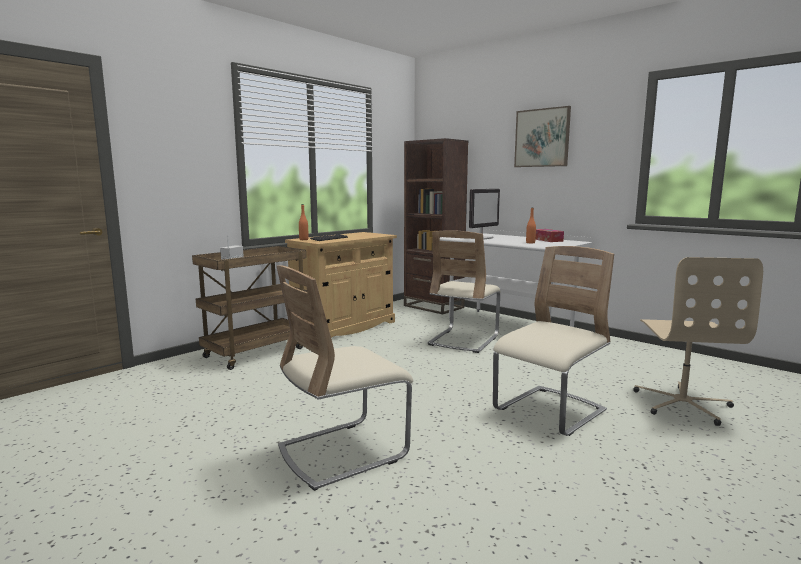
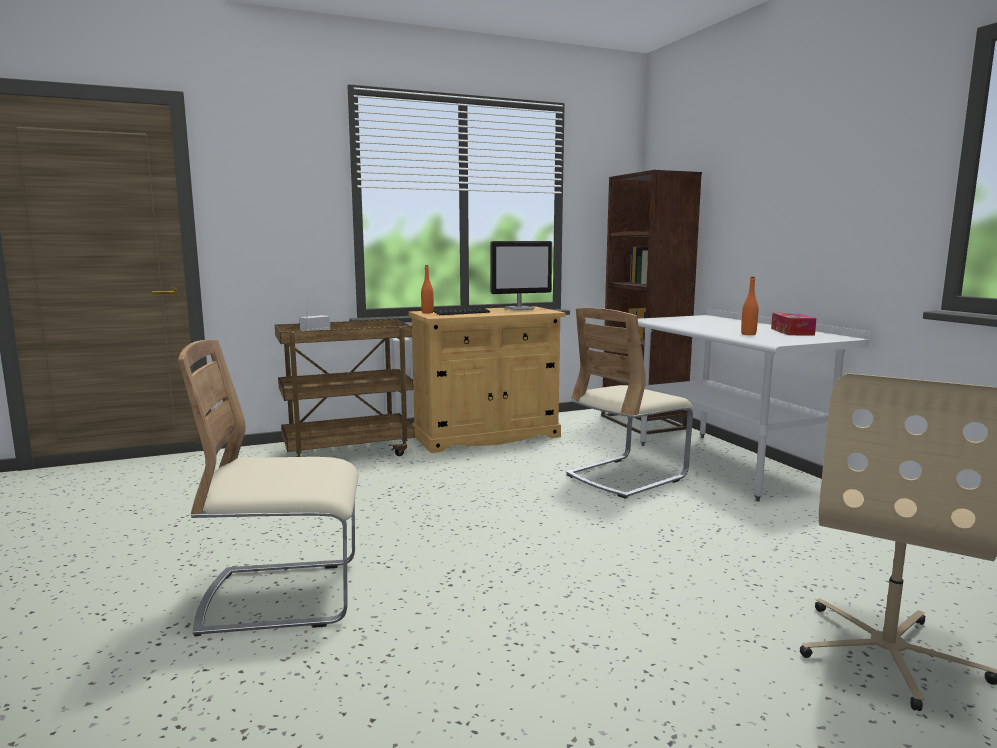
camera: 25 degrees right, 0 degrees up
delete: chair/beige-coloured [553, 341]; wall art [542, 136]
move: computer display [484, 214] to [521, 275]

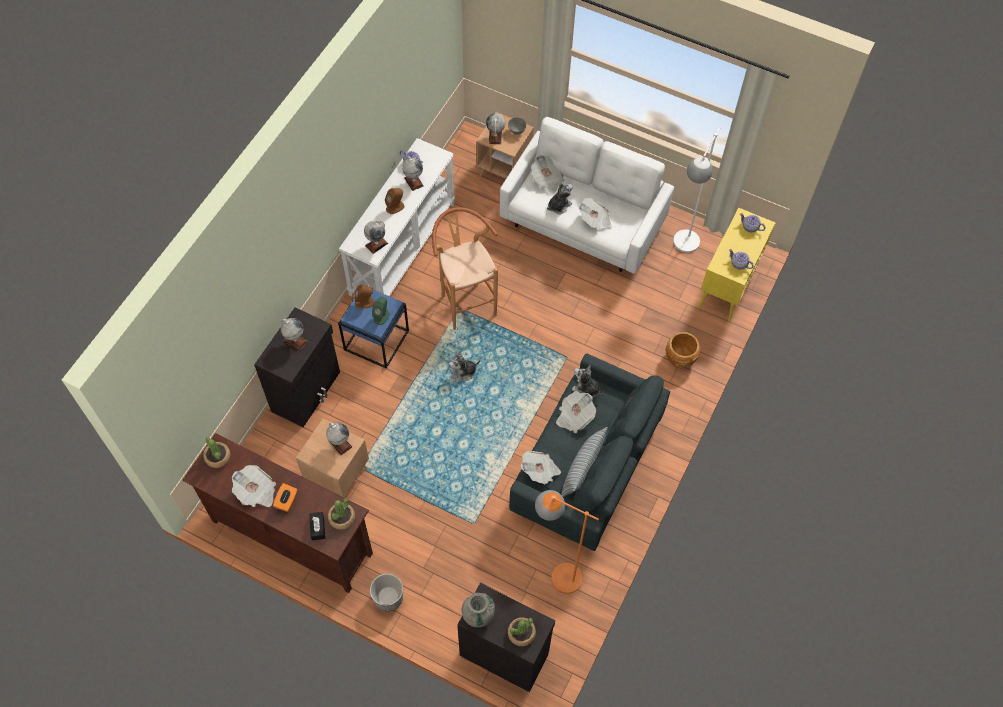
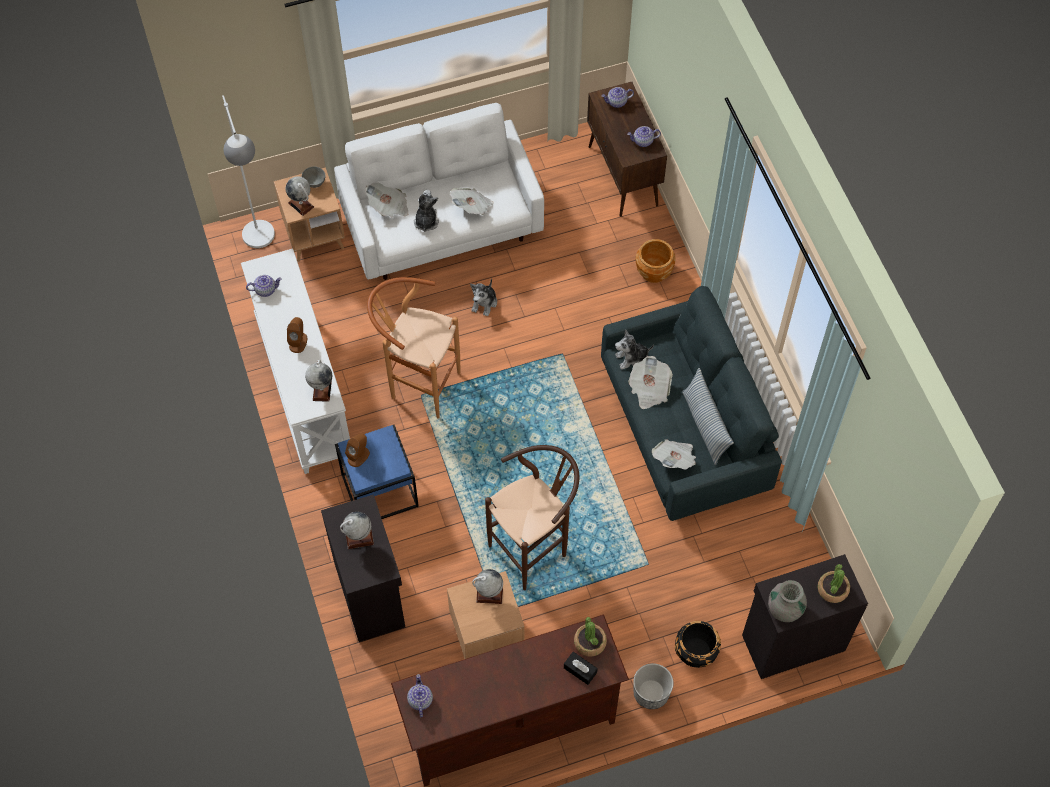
camera: 45 degrees left, 0 degrees up
delete: printed paper [254, 486]; box of tissues/orangey [285, 497]; loudspeaker/green [380, 311]; world globe [413, 173]; floor lamp/orangey [567, 542]
insert: stool seat/brown-coloured [532, 517]; plant pot/blackish [698, 644]
move: cuddly toy [464, 366] to [483, 297]; floor lamp/whitish [696, 190] to [248, 171]
replace: plant in a pot [216, 452] to teapot [420, 695]
recolor: storage cabinet/yellow-coloured [736, 265] to storage cabinet/brown-coloured [627, 149]

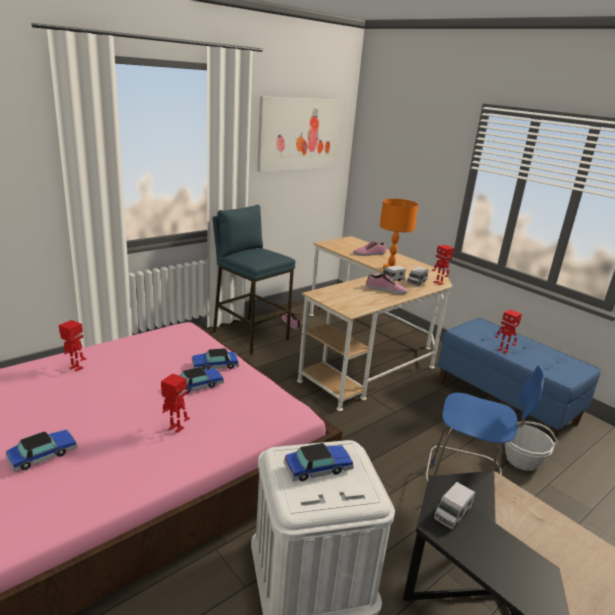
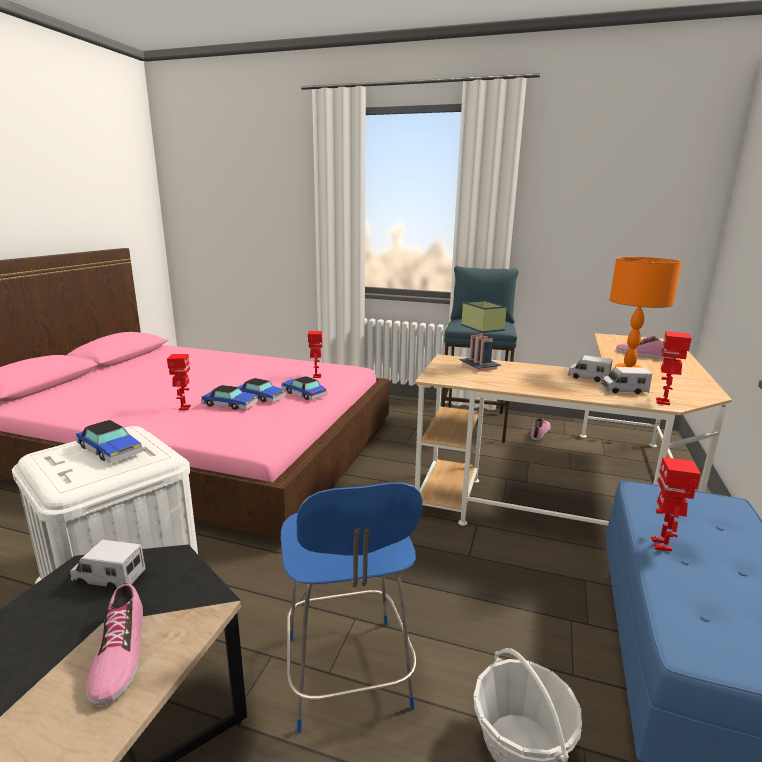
camera: 60 degrees right, 5 degrees down
delete: wall art [300, 134]
insert: table lamp [483, 336]
move: toy car [41, 451] to [229, 397]; robot figure [72, 345] to [315, 354]; low shoe [387, 284] to [114, 644]

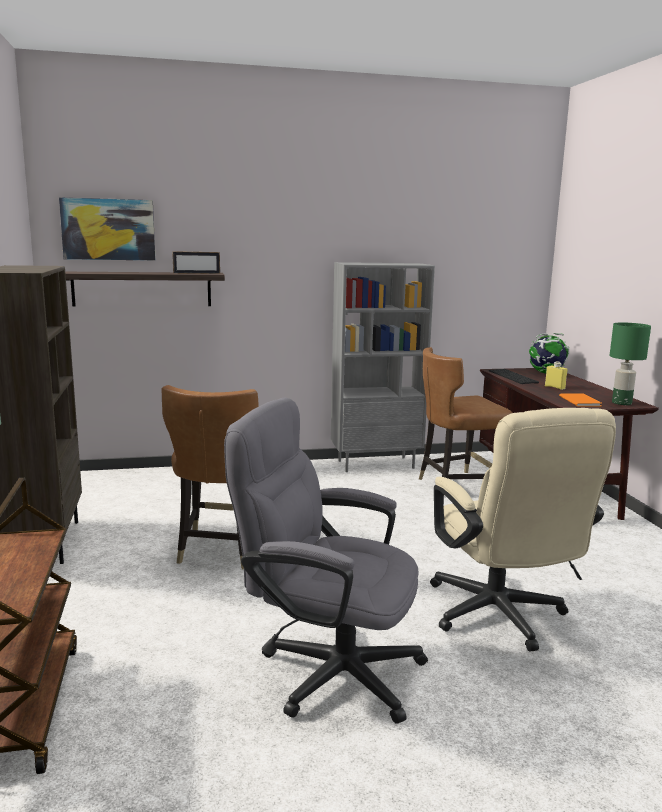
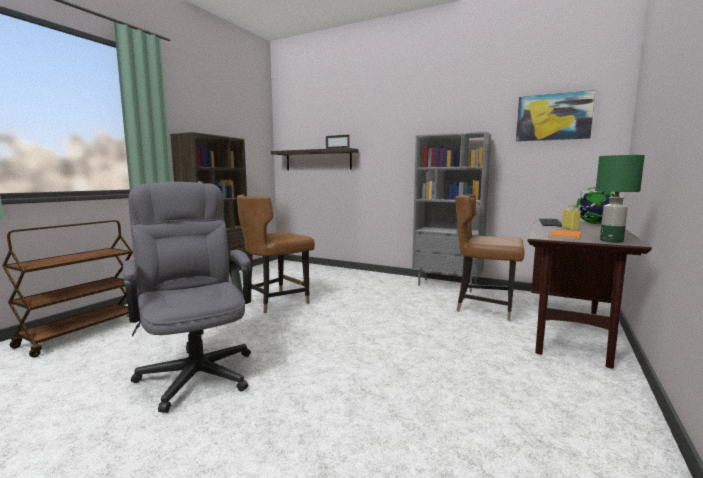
camera: 40 degrees right, 5 degrees down
delete: desk chair/beige-coloured [523, 530]
move: wall art [107, 228] to [555, 116]

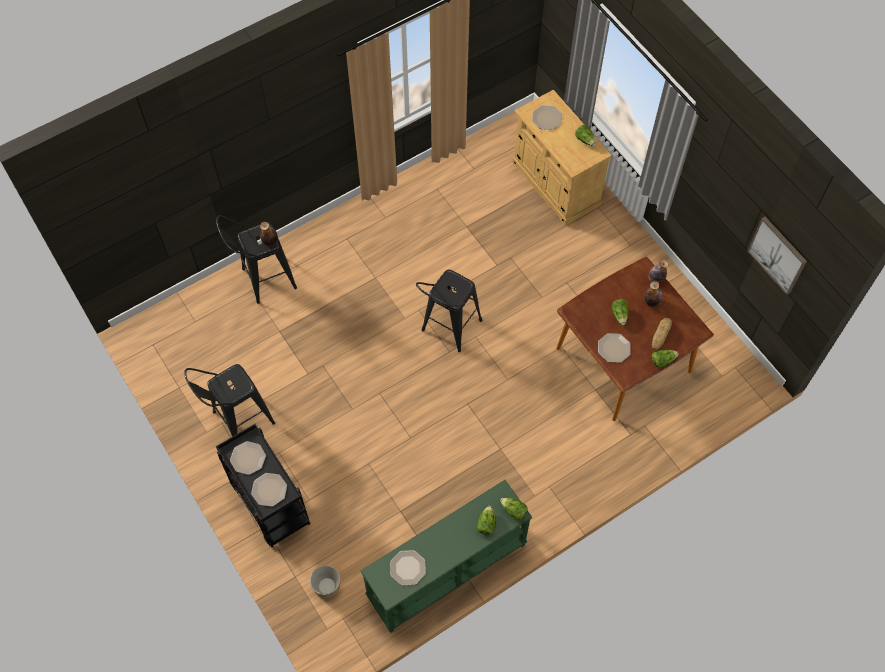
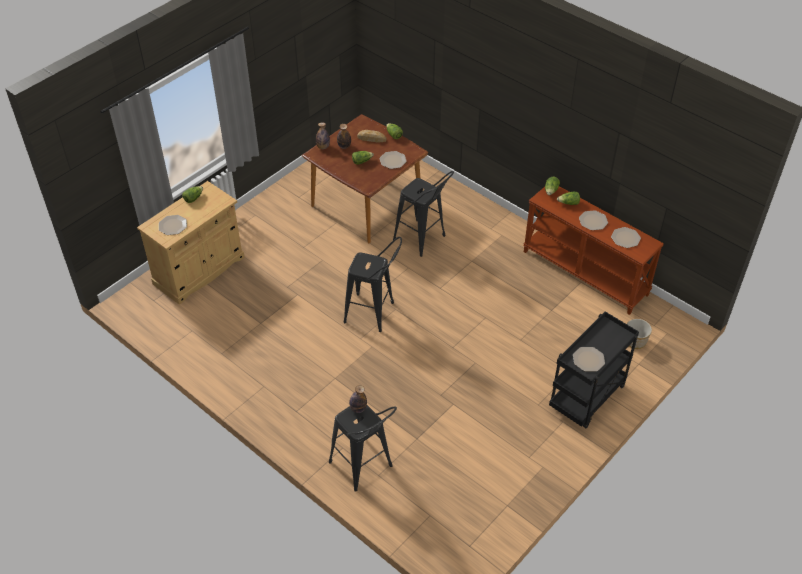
camera: 105 degrees left, 15 degrees down
delete: wall art [777, 256]
move: stool seat/blackish [229, 400] to [423, 214]; plate [269, 490] to [593, 220]
recolor: hall table/green [446, 556] to hall table/brown-coloured [593, 250]

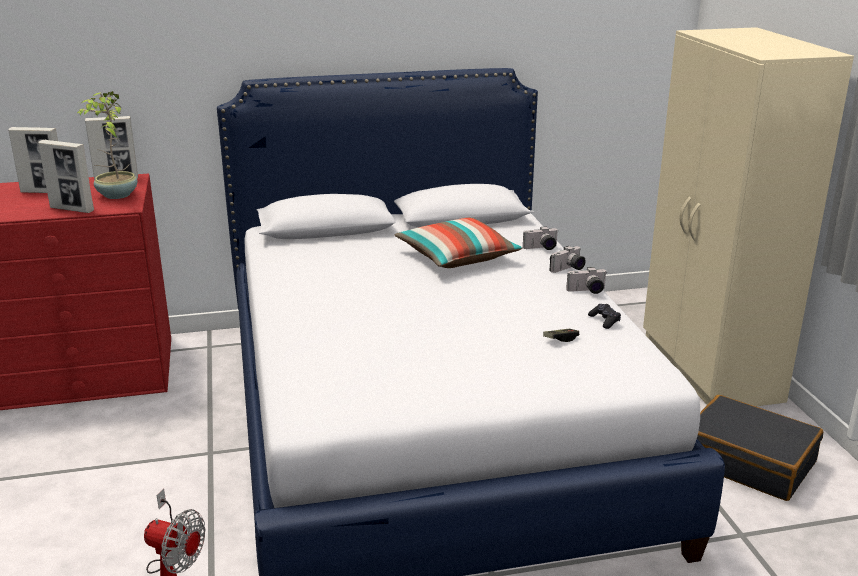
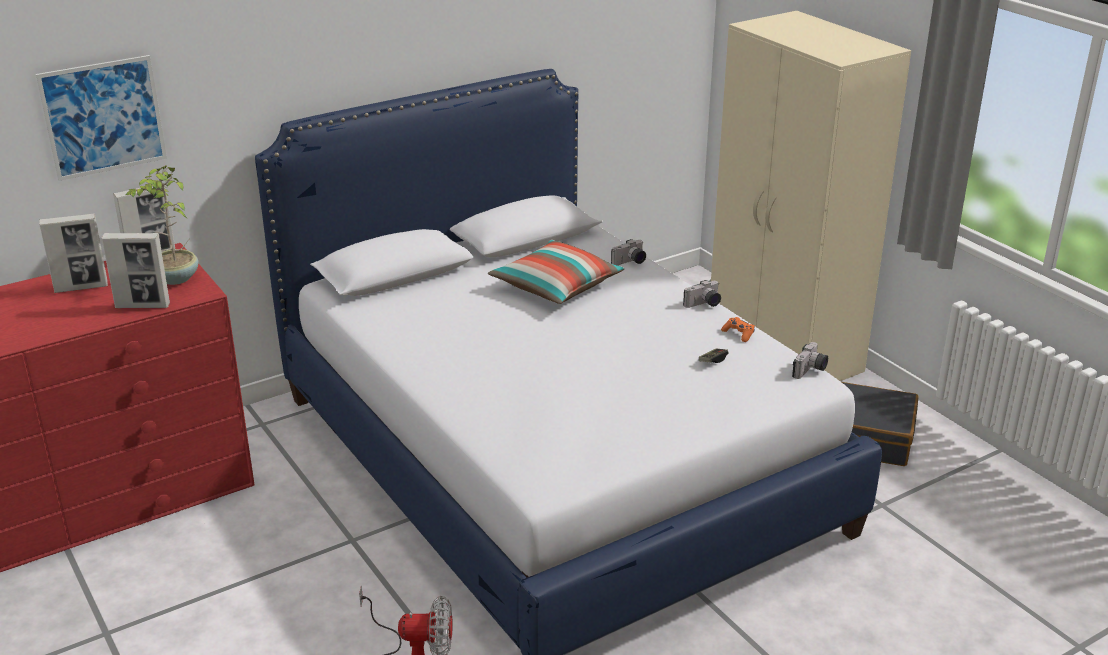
camera: 20 degrees left, 5 degrees up
insert: wall art [101, 118]
move: still camera [567, 259] to [810, 360]
recolor: gamepad/blackish [604, 316] to gamepad/orangey [738, 329]

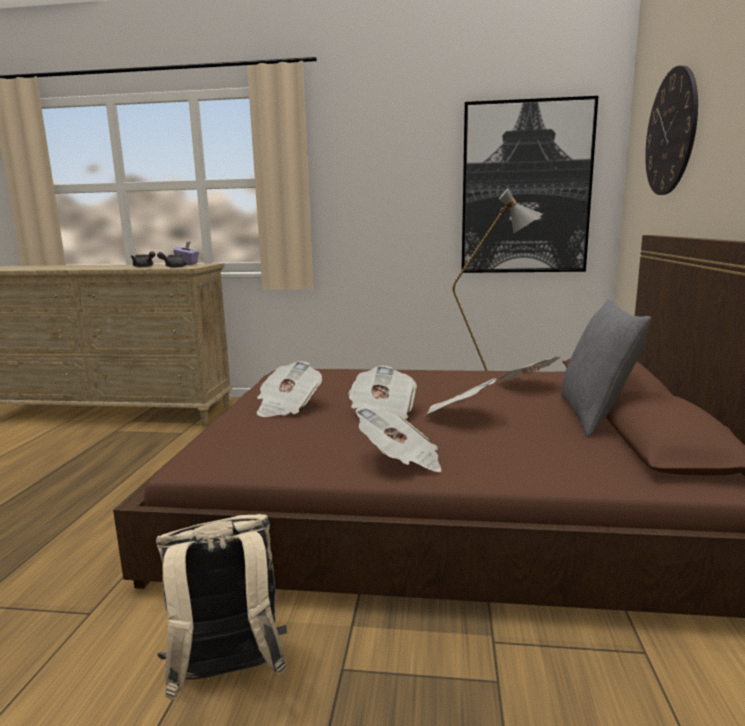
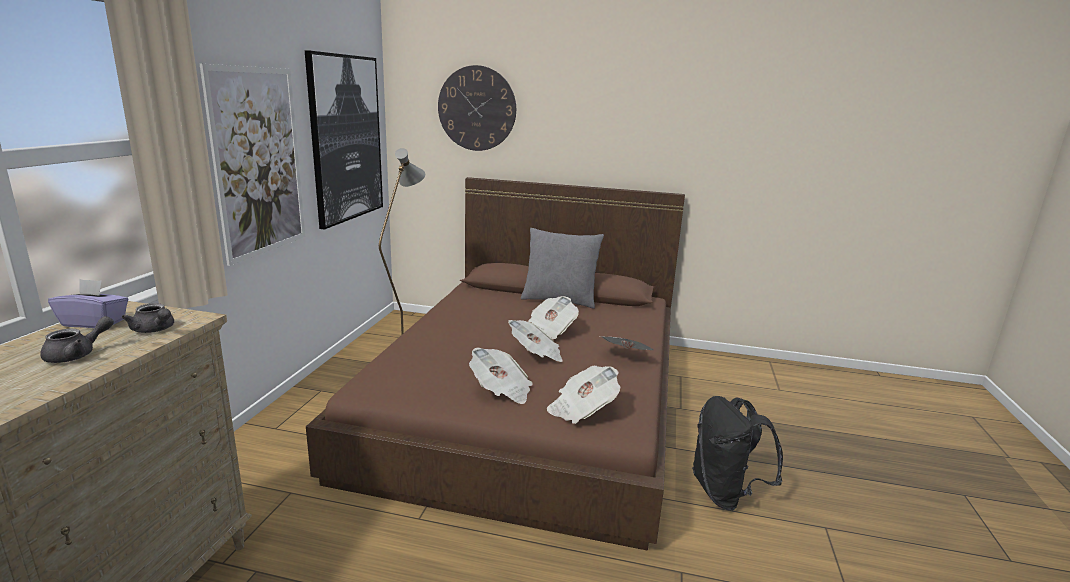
camera: 85 degrees left, 5 degrees up
insert: wall art [252, 165]
move: printed paper [528, 368] to [583, 394]
recolor: rucksack/beige-coloured [221, 607] to rucksack/blackish [737, 453]

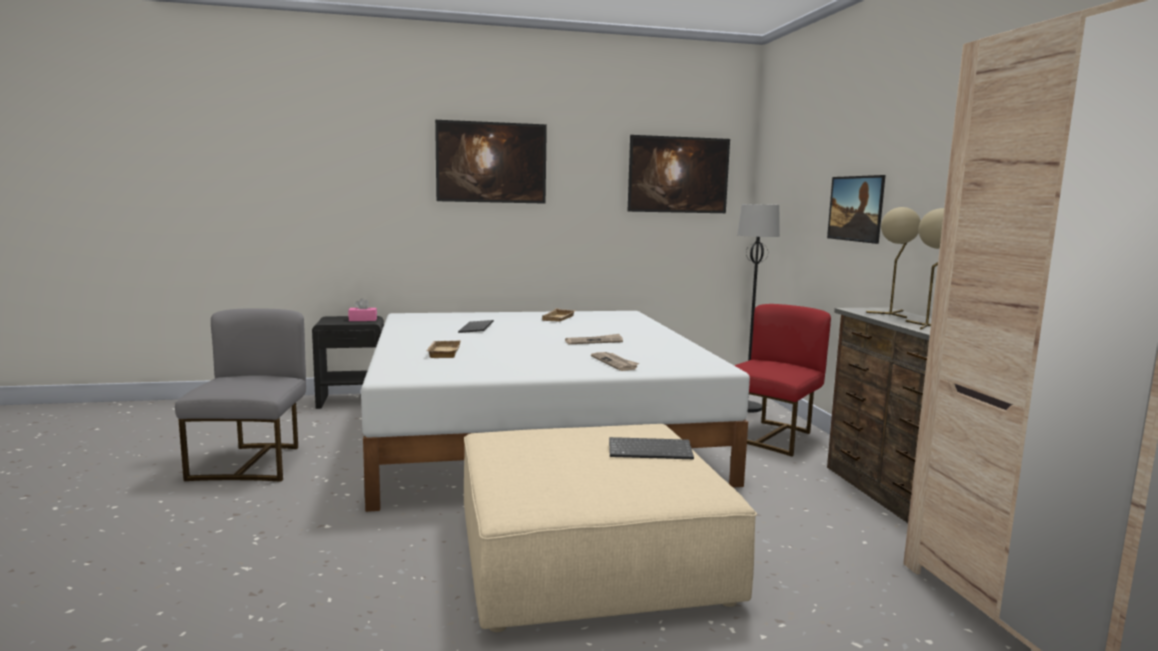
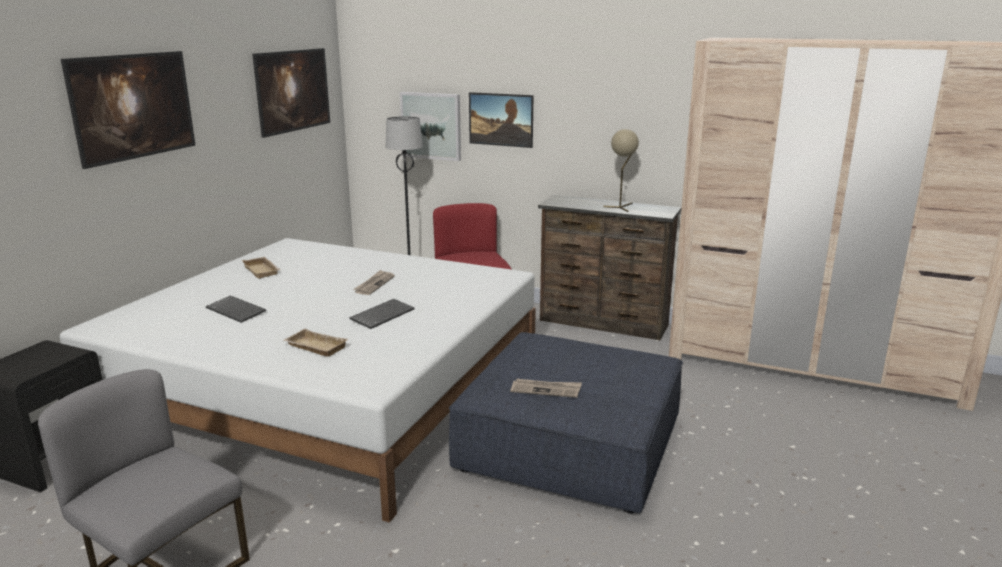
camera: 55 degrees left, 10 degrees up
delete: box of tissues/pink [362, 309]; table lamp/beige-coloured [893, 262]
insert: wall art [430, 126]
move: printed paper [615, 361] to [546, 388]; keyboard [651, 448] to [382, 314]
recolor: ottoman/beige-coloured [610, 528] to ottoman/bluish [566, 423]

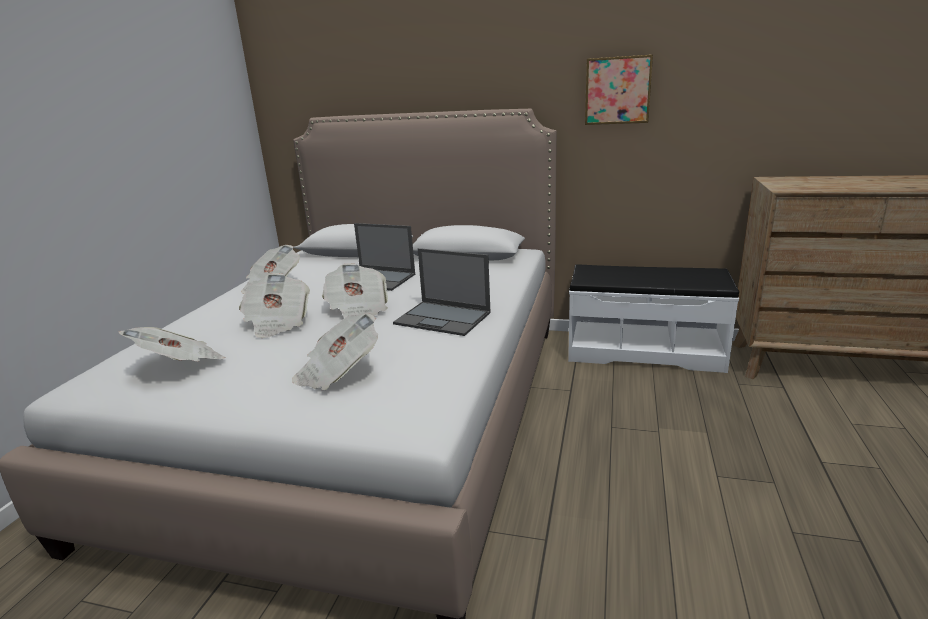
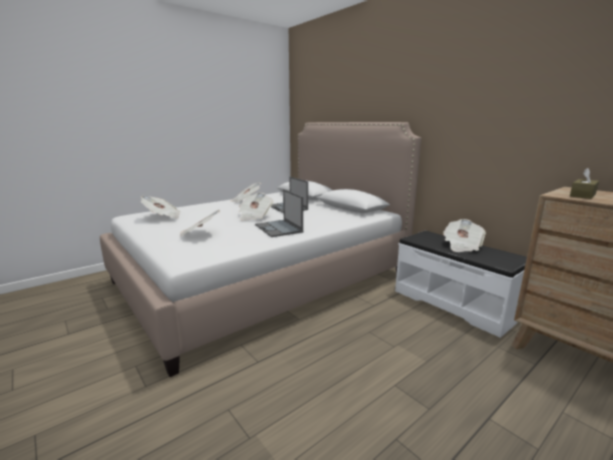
camera: 35 degrees right, 5 degrees down
delete: wall art [619, 90]
insert: box of tissues/brown-coloured [584, 183]
move: printed paper [274, 305] to [464, 235]

